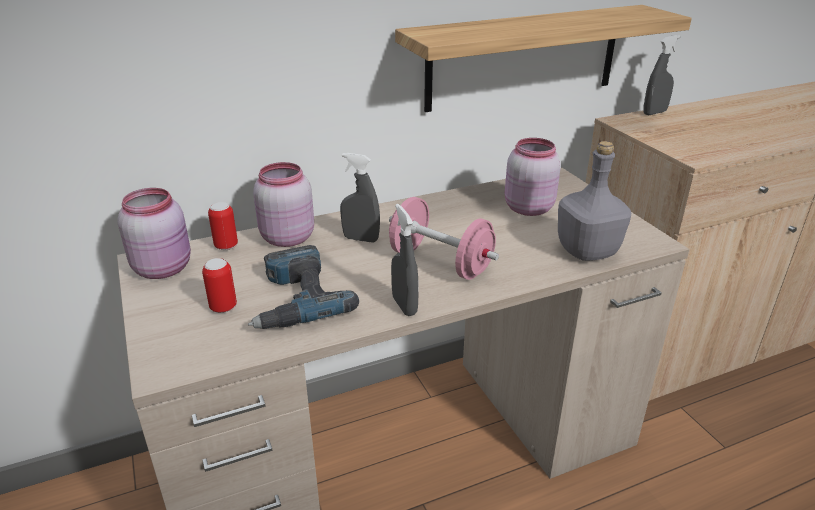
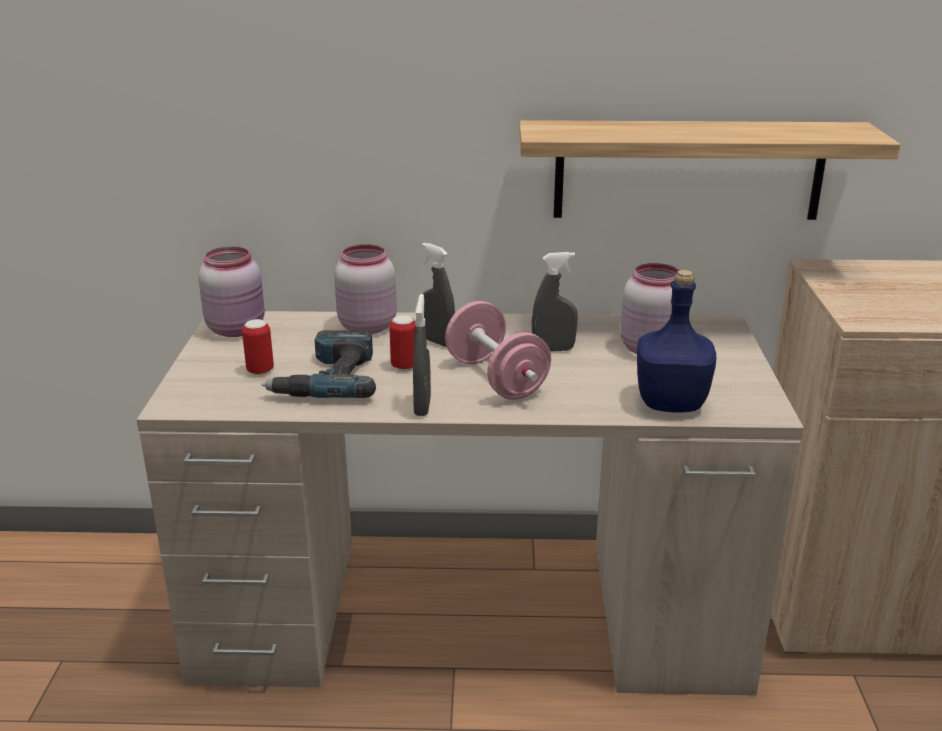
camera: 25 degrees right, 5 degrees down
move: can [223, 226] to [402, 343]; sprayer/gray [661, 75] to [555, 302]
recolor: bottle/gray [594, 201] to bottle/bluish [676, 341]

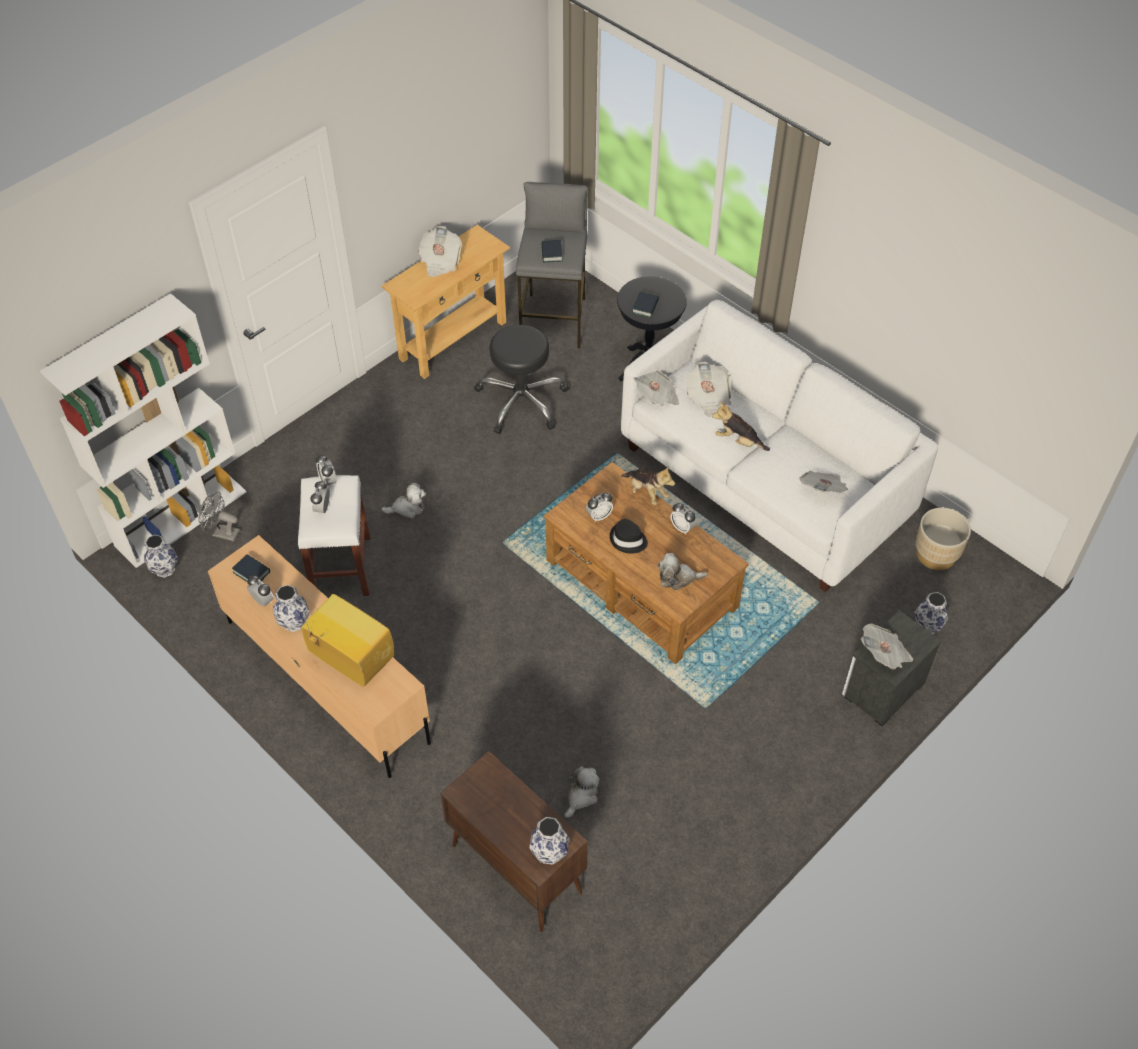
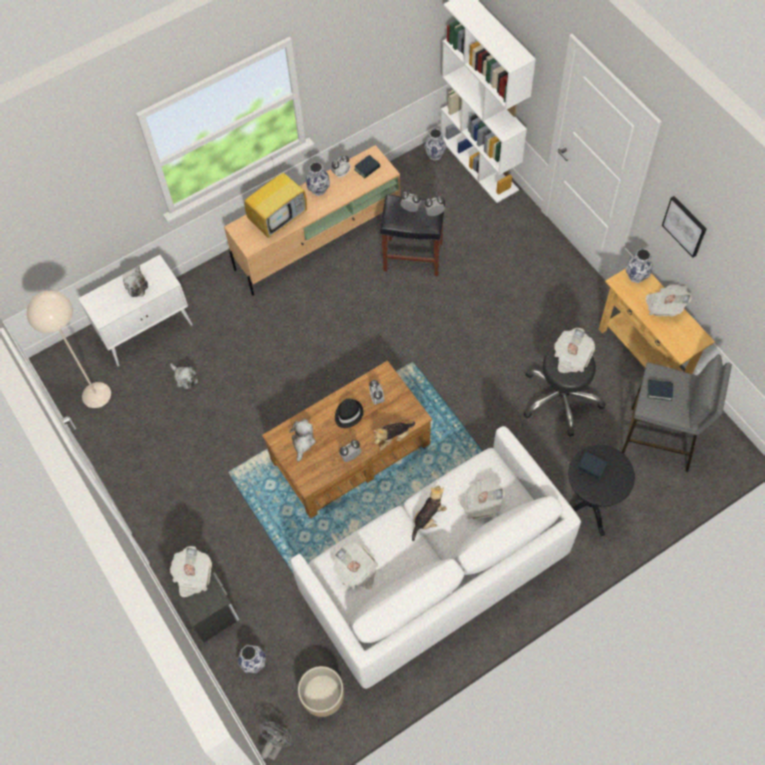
camera: 105 degrees right, 10 degrees up
insert: floor lamp/beige-coloured [69, 349]; wall art [684, 227]
move: electric fan/gray [219, 516] to [276, 741]; cuddly toy [403, 501] to [135, 281]; decorative vase [549, 841] to [639, 266]; printed paper [656, 388] to [574, 350]
recolor: stool seat/whitish [334, 535] to stool seat/blackish [412, 235]; storage cabinet/brown-coloured [514, 841] to storage cabinet/whitish [135, 310]

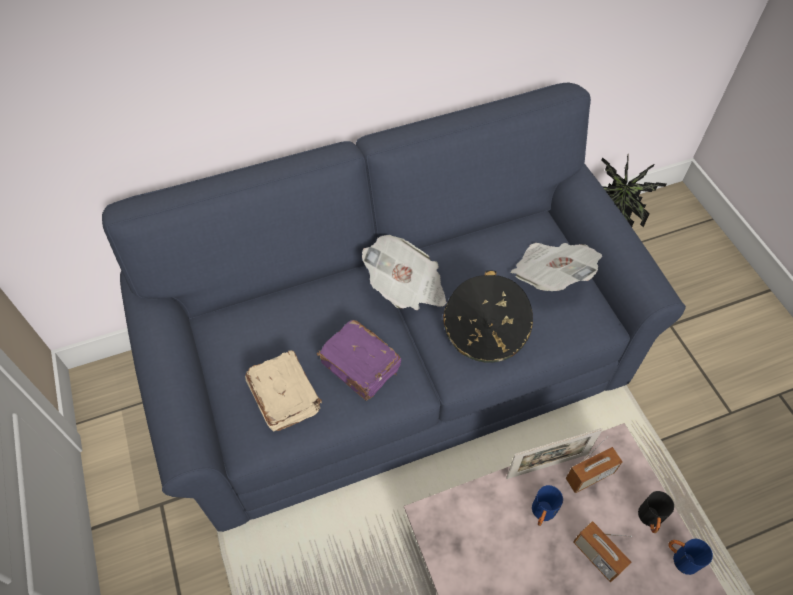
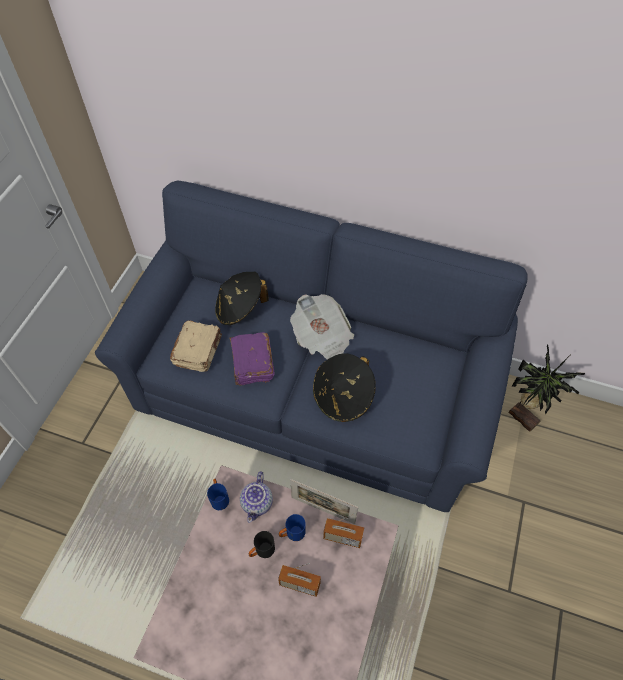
camera: 40 degrees right, 0 degrees up
delete: printed paper [556, 267]
insert: wearable hat/blackish [242, 298]; teapot [256, 497]
move: mug/blackish [656, 512] to [262, 544]; mug/bluish [690, 557] to [218, 494]
rotate: radio receiver [602, 552] = [299, 580] 75 degrees counterclockwise

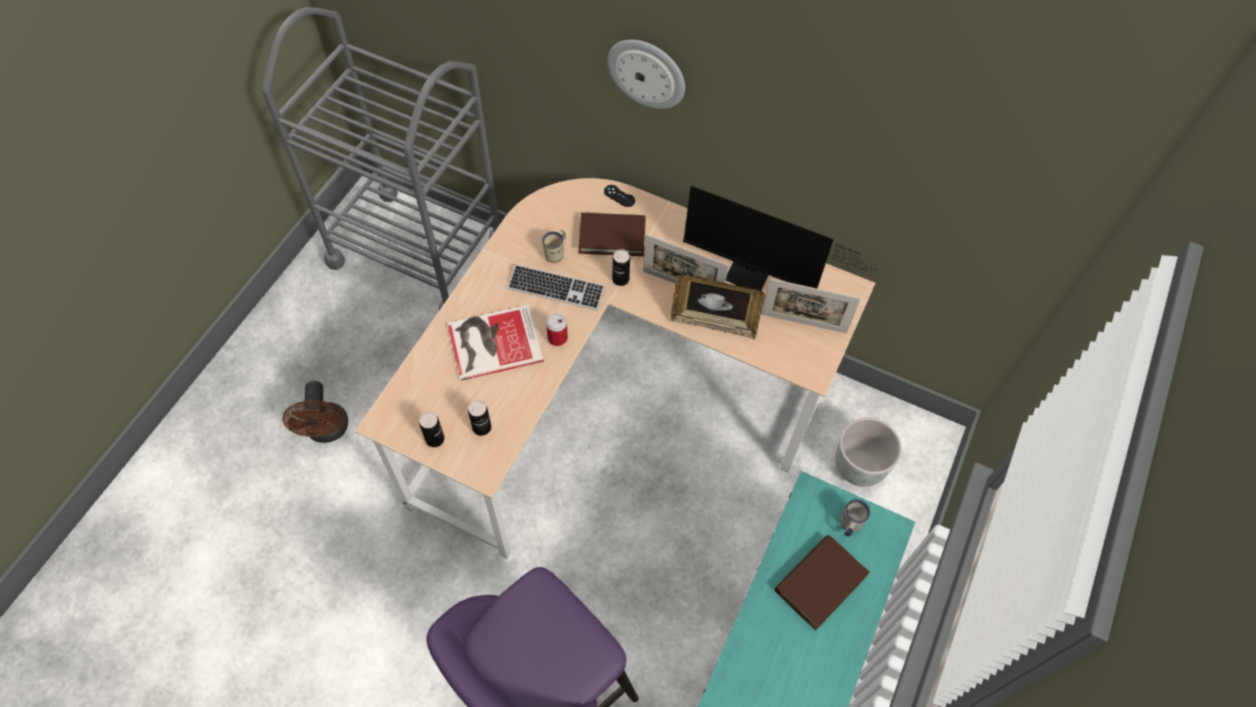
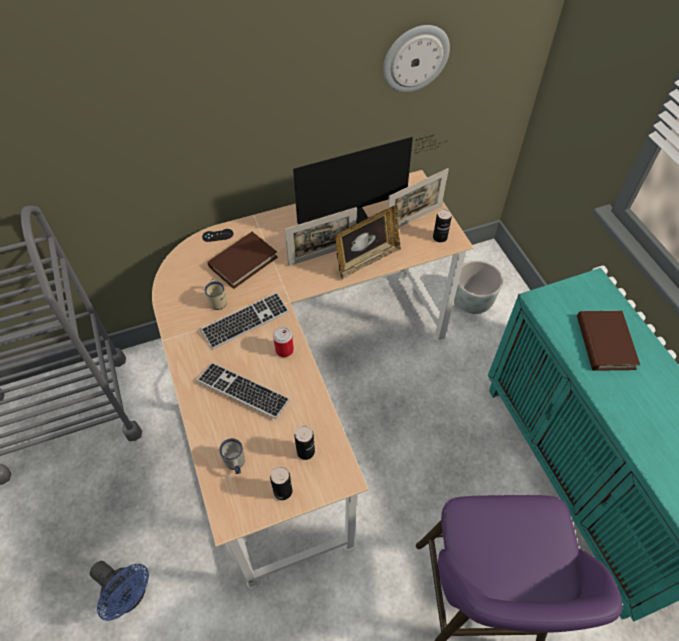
camera: 45 degrees left, 5 degrees down
move: wall clock [646, 74] to [416, 58]; can [621, 267] to [442, 225]; mug/whitish [855, 518] to [232, 456]
replace: volume [496, 343] to keyboard [243, 390]
recolor: electric fan/brown-coloured [315, 412] to electric fan/bluish [119, 591]

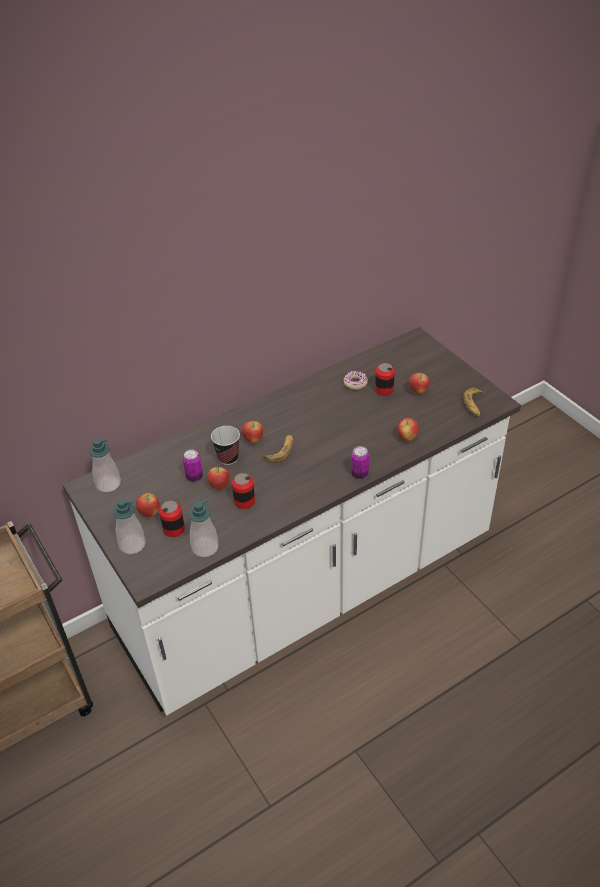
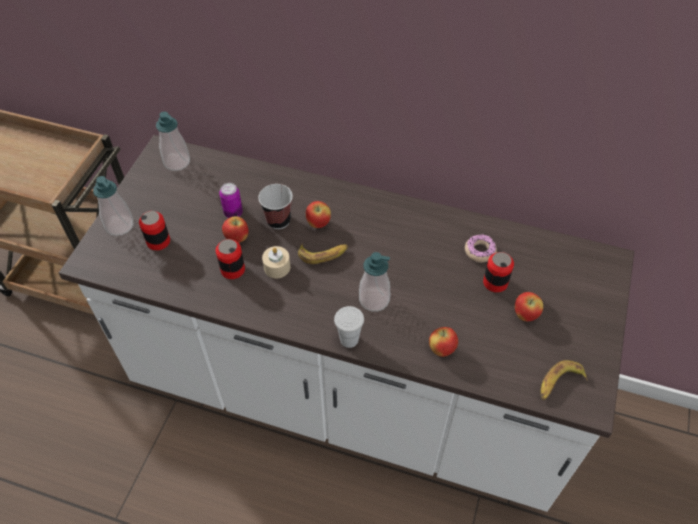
camera: 50 degrees right, 10 degrees up
delete: apple [148, 505]
insert: wax light/beige-coloured [276, 262]
move: soap bottle [204, 527] to [374, 282]
replace: can [360, 462] to drinking cup/whitish [349, 327]

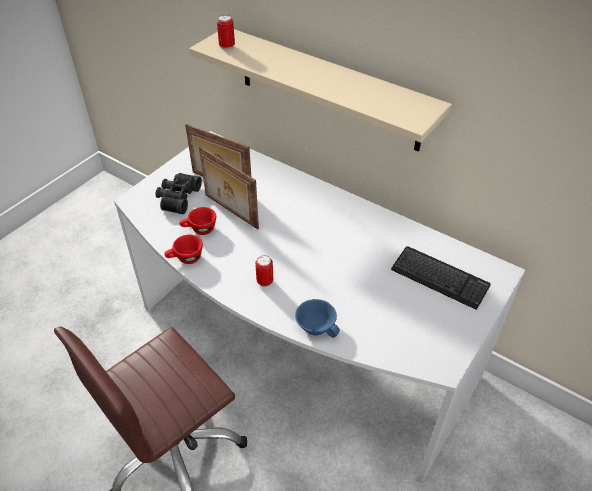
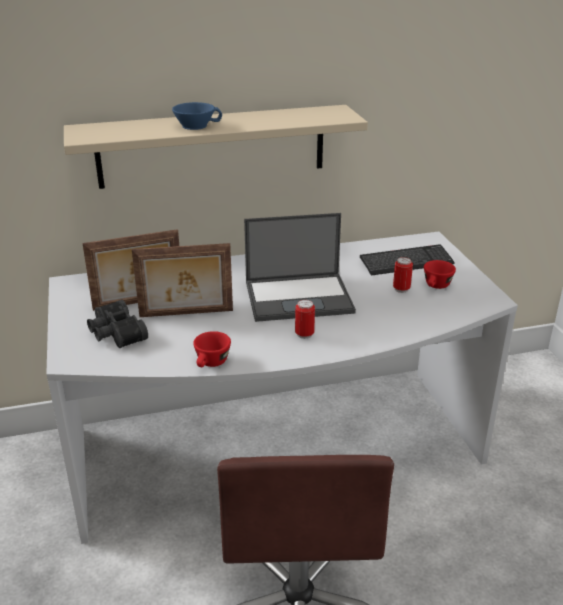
camera: 50 degrees left, 15 degrees down
insert: notebook computer [300, 267]
move: drinking cup/red-coloured [198, 221] to [440, 274]; can [226, 32] to [403, 275]; drinking cup/bluish [317, 318] to [197, 116]

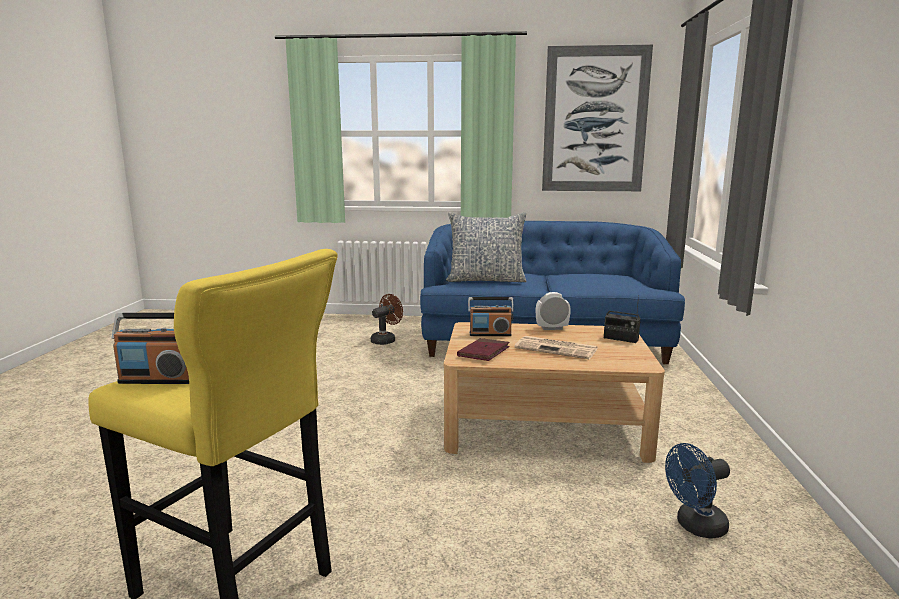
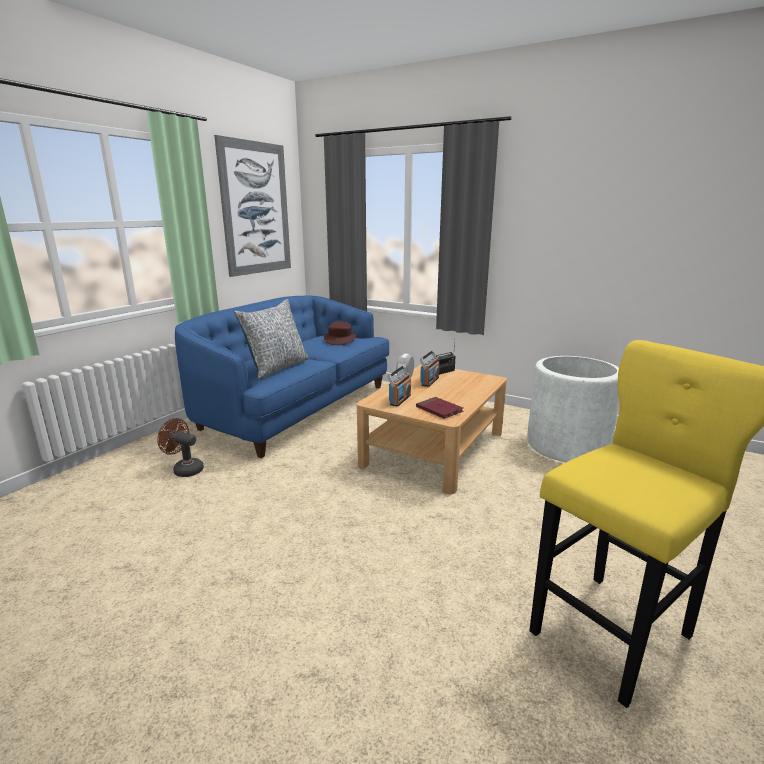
camera: 65 degrees left, 5 degrees up
delete: printed paper [556, 347]
insert: wearable hat/brown-coloured [340, 333]
move: radio receiver [150, 348] to [429, 369]
replace: electric fan/bluish [697, 491] to plant pot/whitish [573, 409]
rotate: electric fan/brown-coloured [387, 319] = [180, 447] 45 degrees counterclockwise

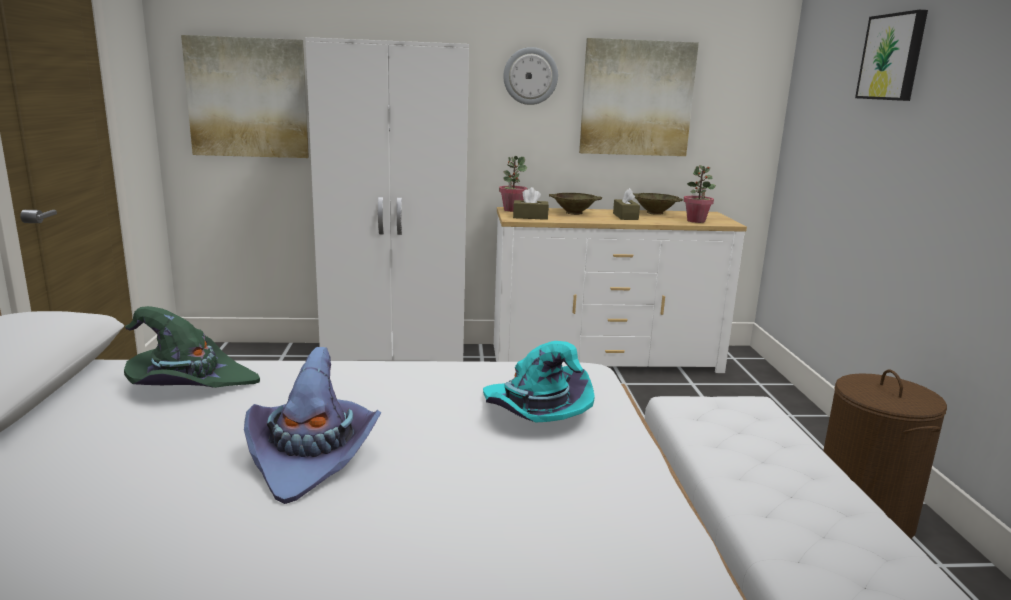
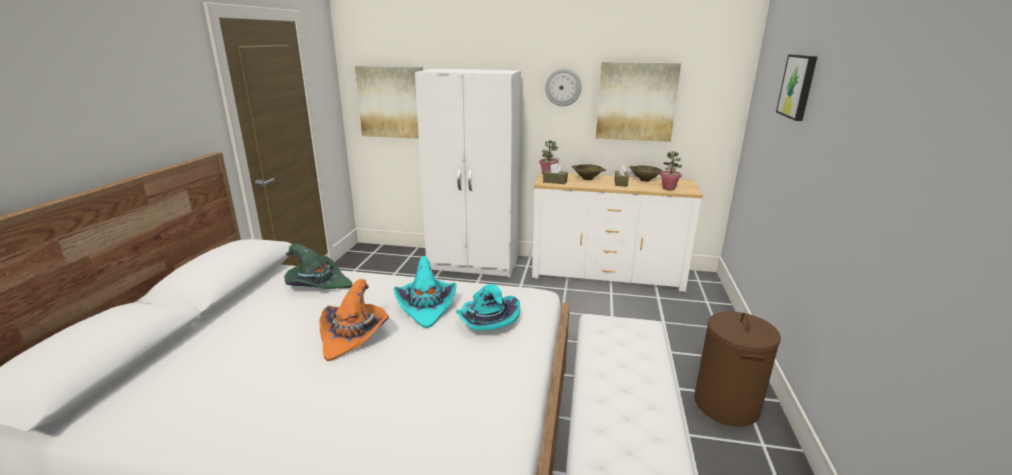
camera: 15 degrees right, 5 degrees up
insert: wearable hat/turquoise [425, 292]
recolor: wearable hat/purple [312, 425] to wearable hat/orangey [354, 320]

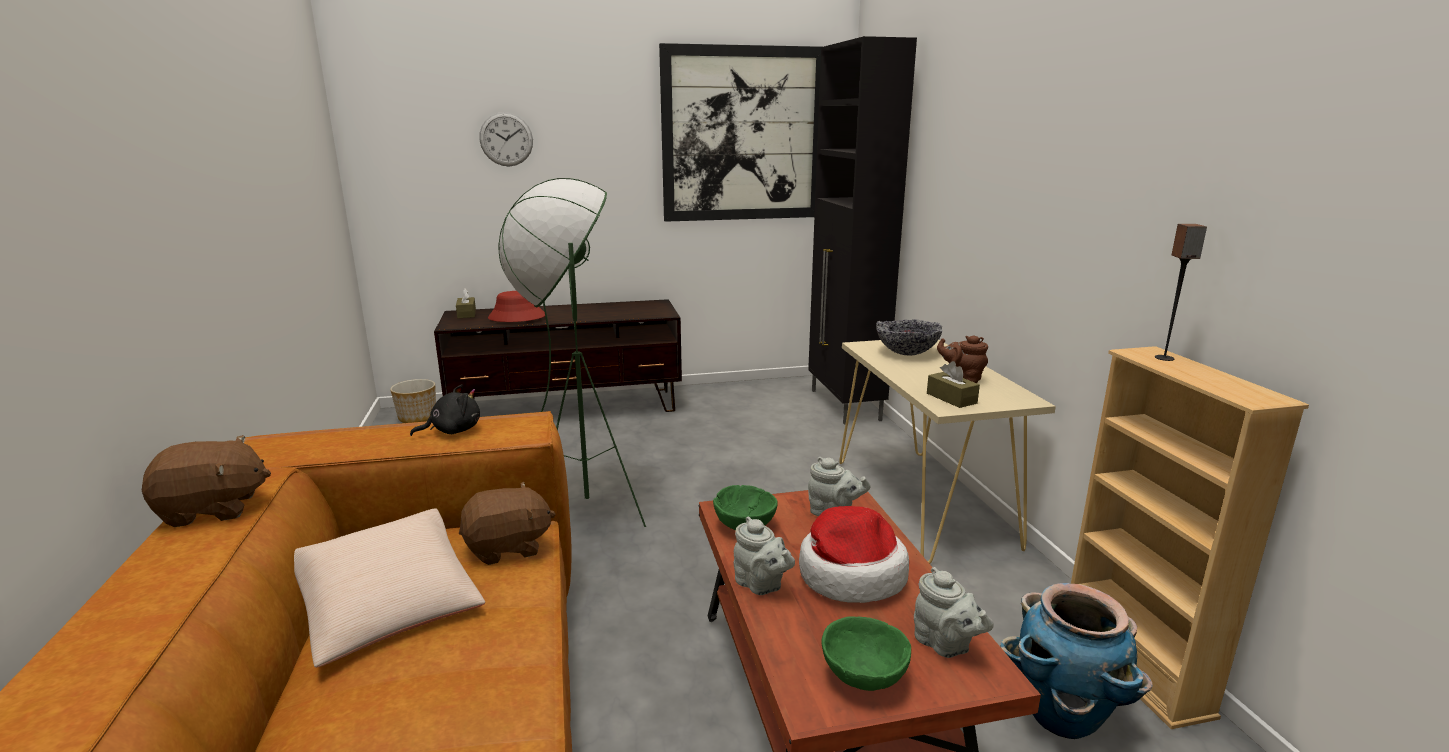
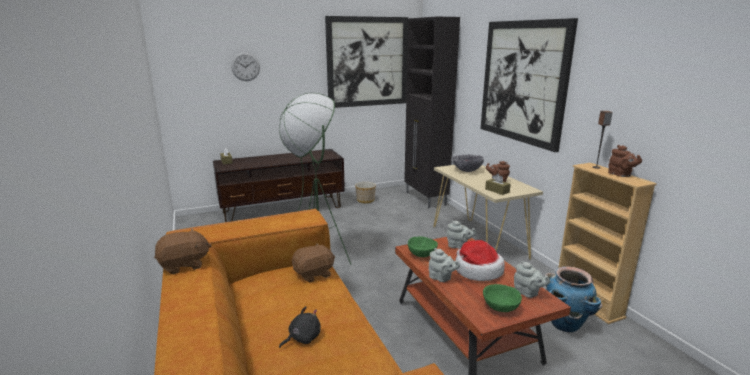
camera: 10 degrees left, 0 degrees up
delete: throw pillow/beige-coloured [389, 588]; wearable hat/red-coloured [516, 306]
insert: wall art [529, 85]; teapot/brown-coloured [625, 161]
move: plant pot [413, 401] to [365, 192]; cuddly toy/blackish [445, 410] to [300, 327]

